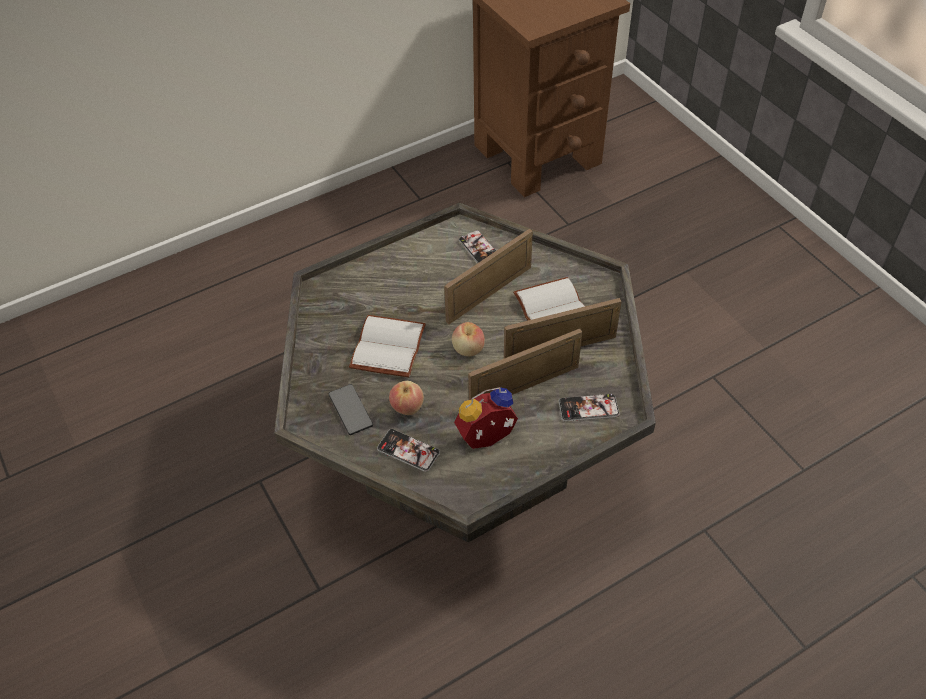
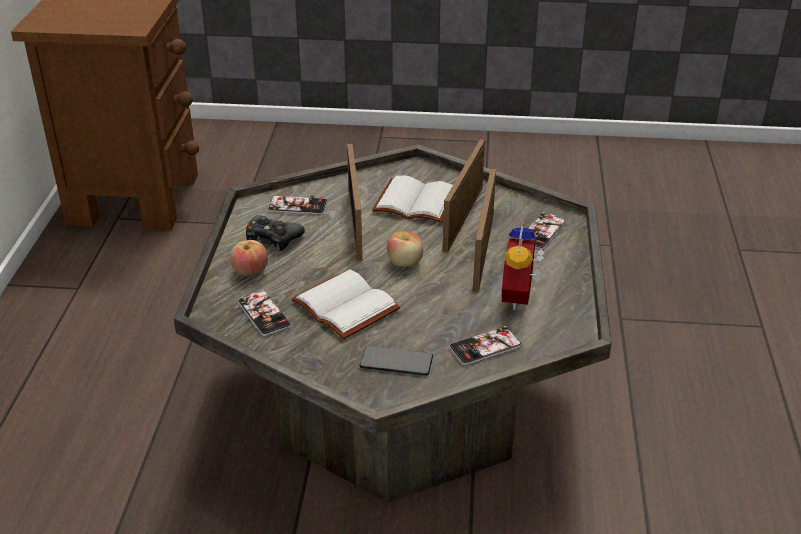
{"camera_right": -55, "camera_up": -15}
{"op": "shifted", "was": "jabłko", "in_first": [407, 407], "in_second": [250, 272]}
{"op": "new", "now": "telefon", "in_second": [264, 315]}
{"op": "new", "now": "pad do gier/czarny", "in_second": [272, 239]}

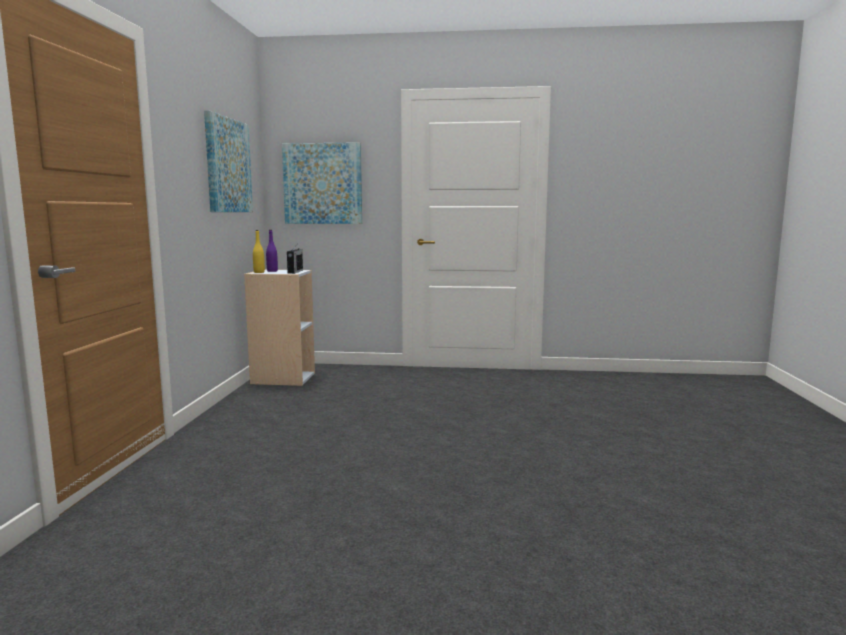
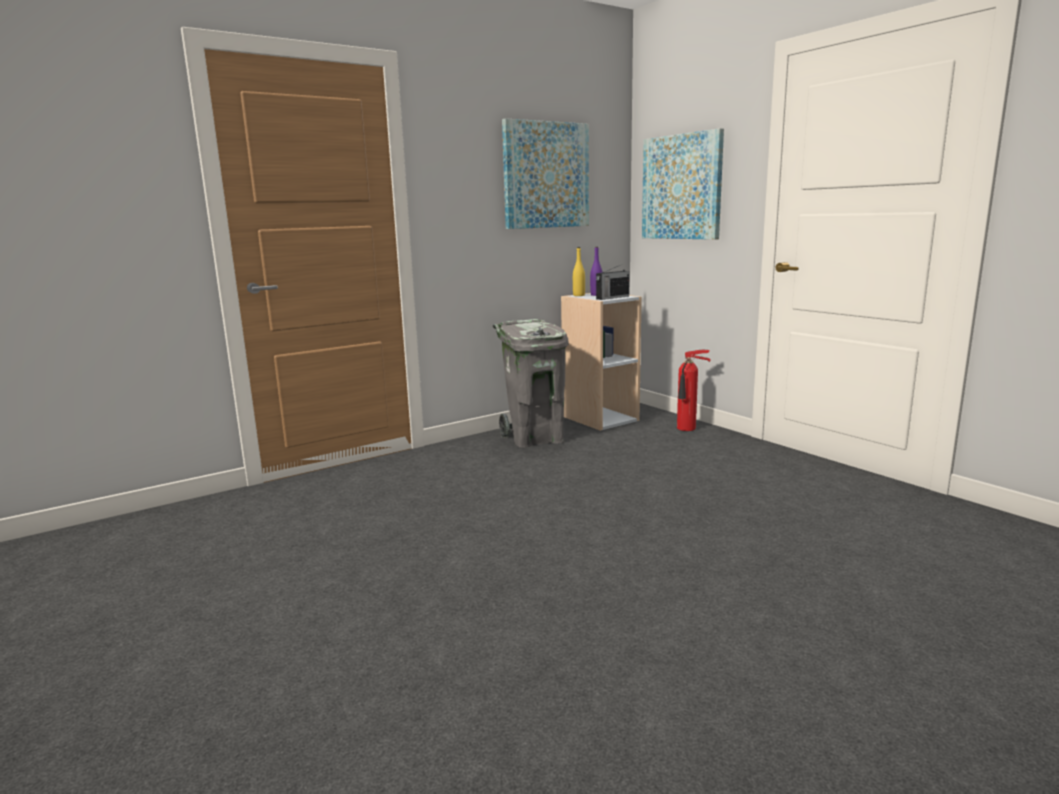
{"camera_right": 50, "camera_up": 5}
{"op": "new", "now": "kosz na śmieci/szary", "in_second": [535, 438]}
{"op": "new", "now": "gaśnica", "in_second": [687, 429]}

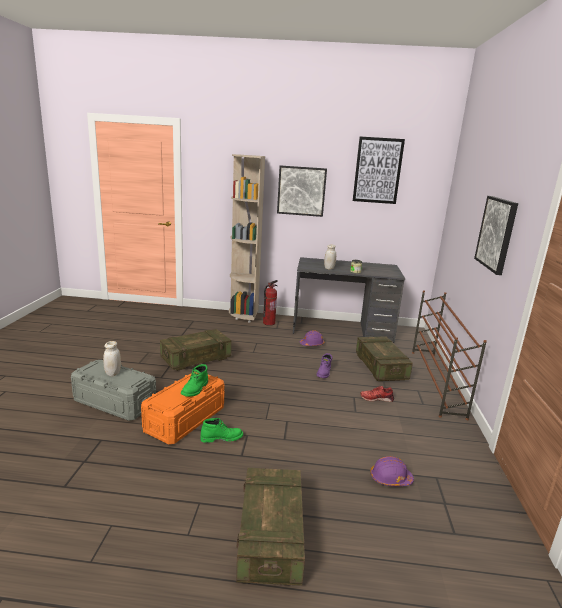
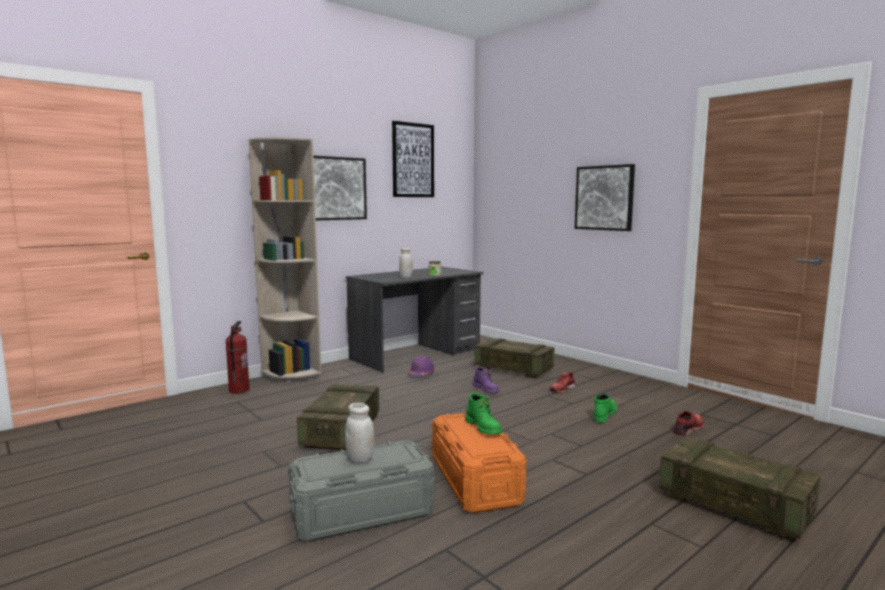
{"camera_right": -45, "camera_up": -10}
{"op": "shifted", "was": "but z cholewką/zielony", "in_first": [222, 438], "in_second": [604, 415]}
{"op": "shifted", "was": "gaśnica", "in_first": [269, 323], "in_second": [238, 390]}
{"op": "swapped", "was": "kask/fioletowy", "now": "but/czerwony", "in_first": [390, 479], "in_second": [688, 429]}
{"op": "gone", "was": "regał na buty/brązowy", "in_first": [436, 382]}

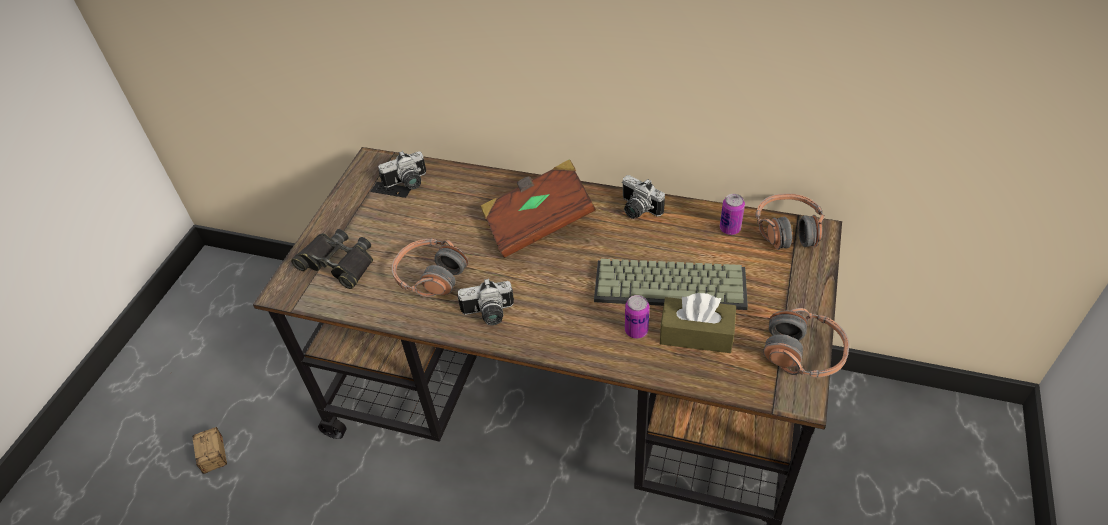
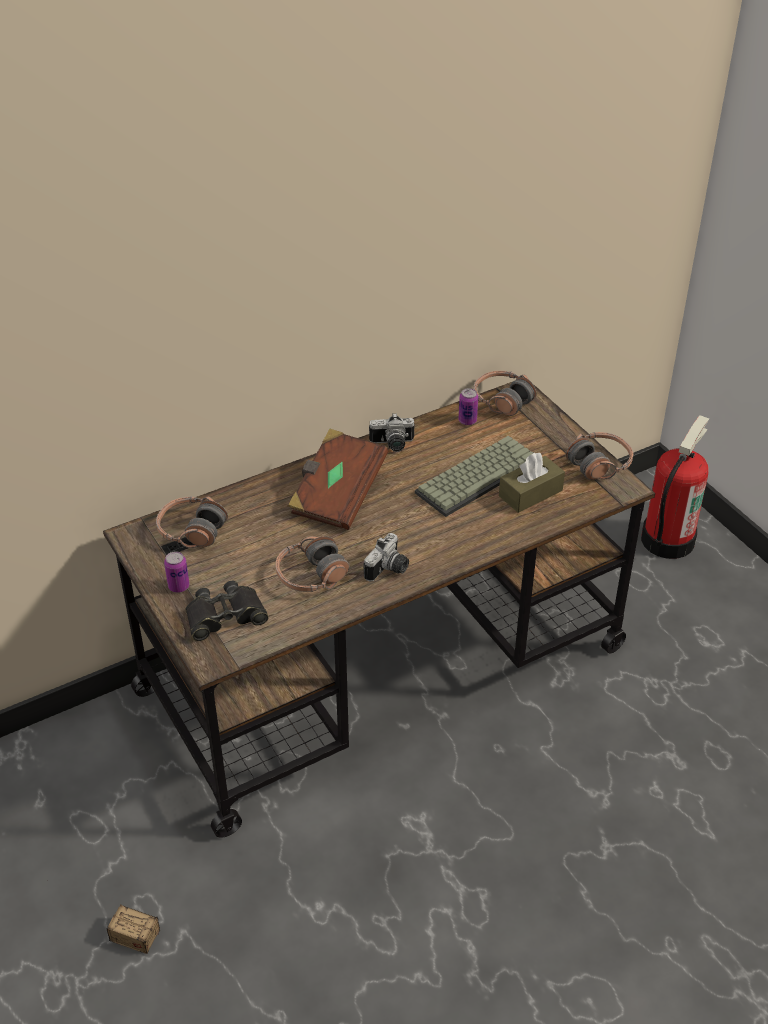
{"camera_right": -50, "camera_up": -5}
{"op": "swapped", "was": "aparat fotograficzny", "now": "słuchawki", "in_first": [407, 183], "in_second": [192, 531]}
{"op": "shifted", "was": "puszka", "in_first": [636, 330], "in_second": [179, 586]}
{"op": "new", "now": "gaśnica", "in_second": [667, 539]}

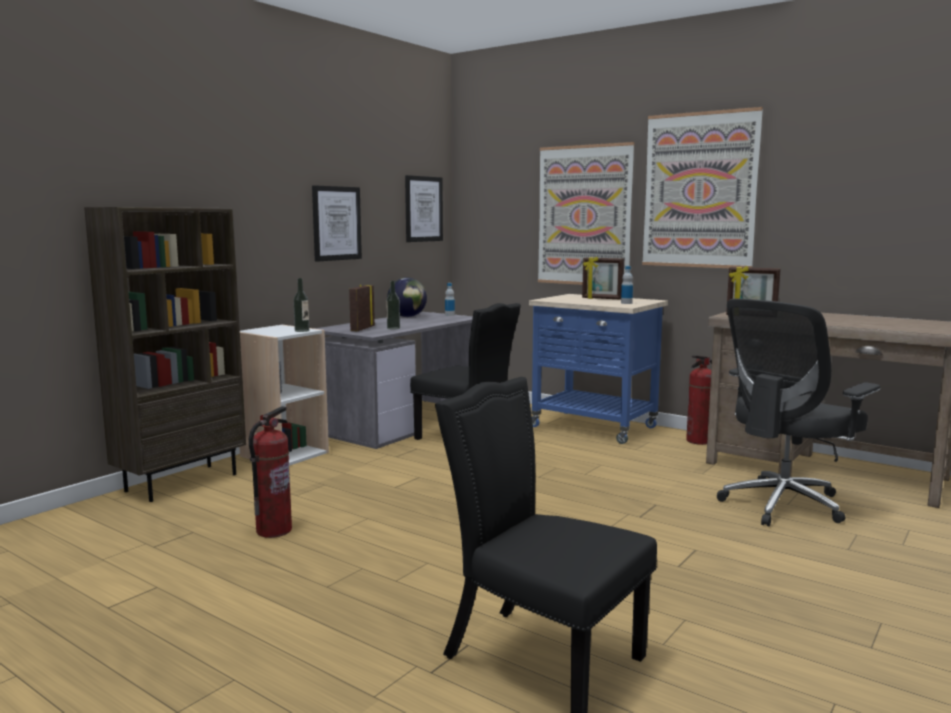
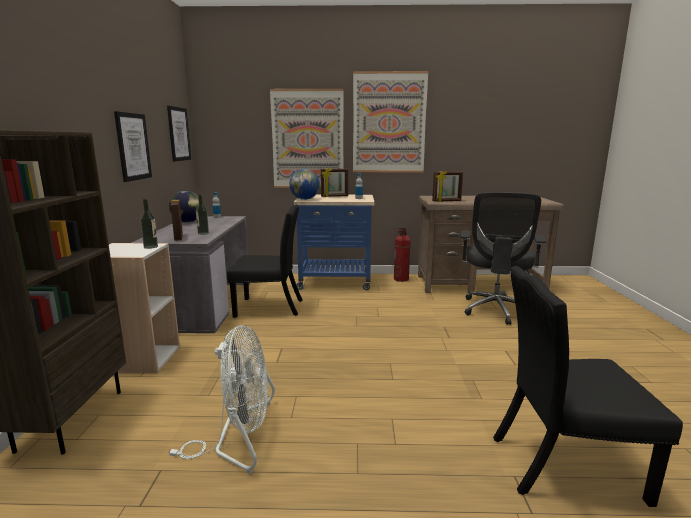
{"camera_right": -35, "camera_up": 5}
{"op": "swapped", "was": "gaśnica", "now": "wentylator/biały", "in_first": [274, 530], "in_second": [238, 437]}
{"op": "new", "now": "globus", "in_second": [305, 199]}

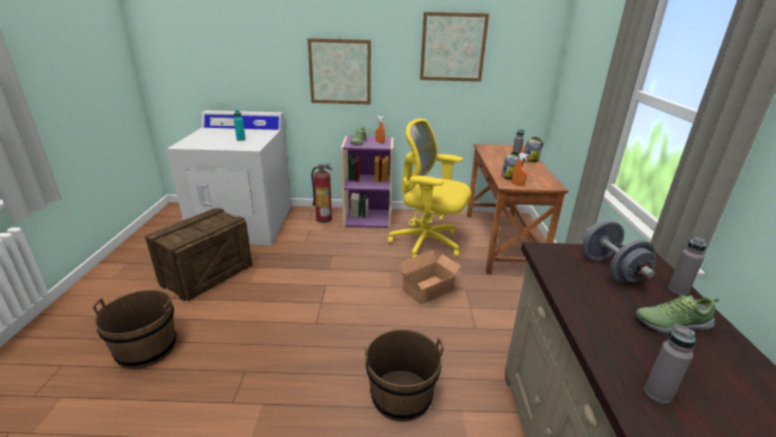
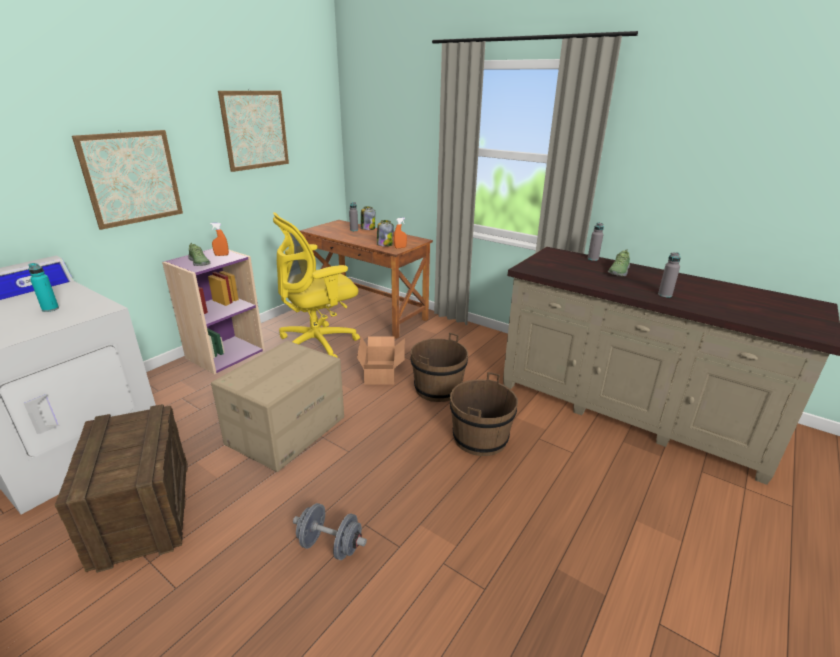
{"camera_right": -55, "camera_up": 0}
{"op": "shifted", "was": "wiadro/brązowy", "in_first": [147, 349], "in_second": [437, 388]}
{"op": "gone", "was": "gaśnica", "in_first": [324, 219]}
{"op": "shifted", "was": "hantel/szary", "in_first": [611, 270], "in_second": [330, 545]}
{"op": "new", "now": "karton", "in_second": [286, 430]}

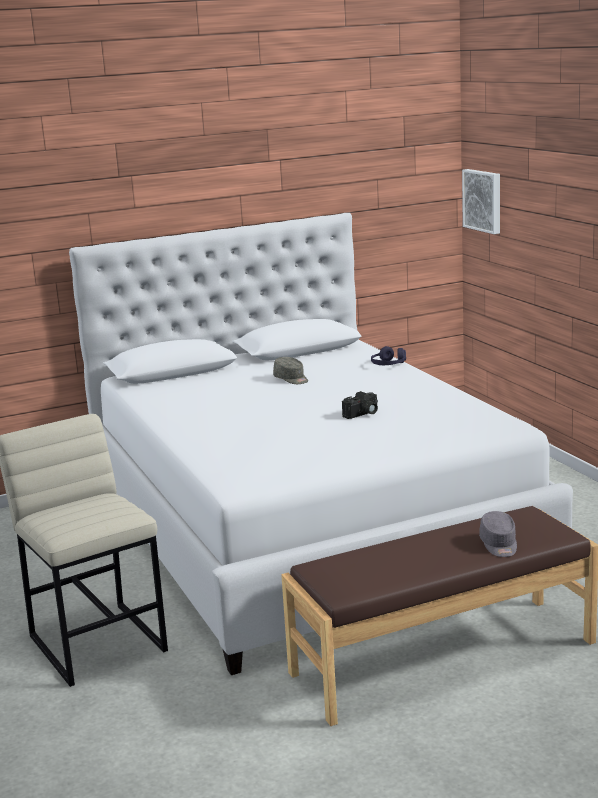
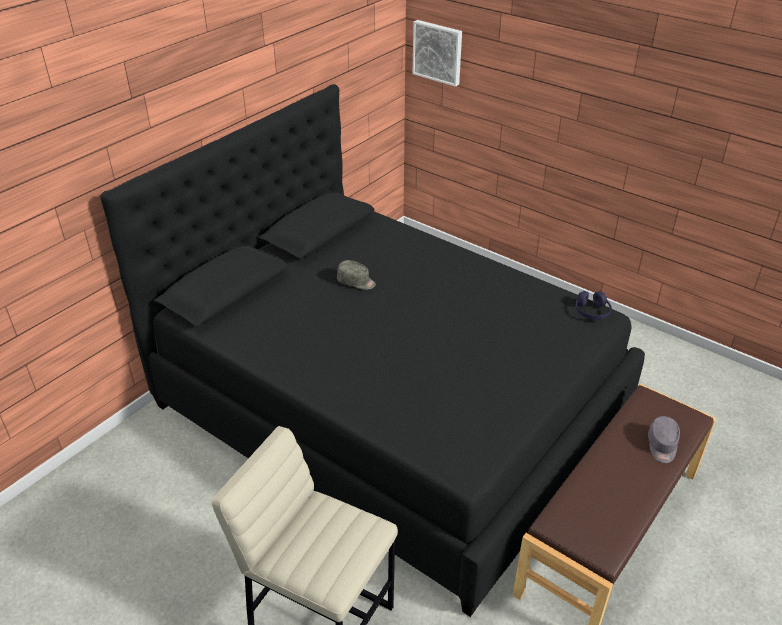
{"camera_right": -30, "camera_up": 20}
{"op": "repainted", "was": "łóżko/biały", "now": "łóżko/czarny", "in_first": [307, 529], "in_second": [390, 408]}
{"op": "gone", "was": "aparat fotograficzny", "in_first": [362, 414]}
{"op": "shifted", "was": "słuchawki/fioletowy", "in_first": [388, 364], "in_second": [592, 311]}
{"op": "rotated", "was": "czapka z daszkiem/szary", "in_first": [499, 545], "in_second": [662, 445], "clockwise": 45}

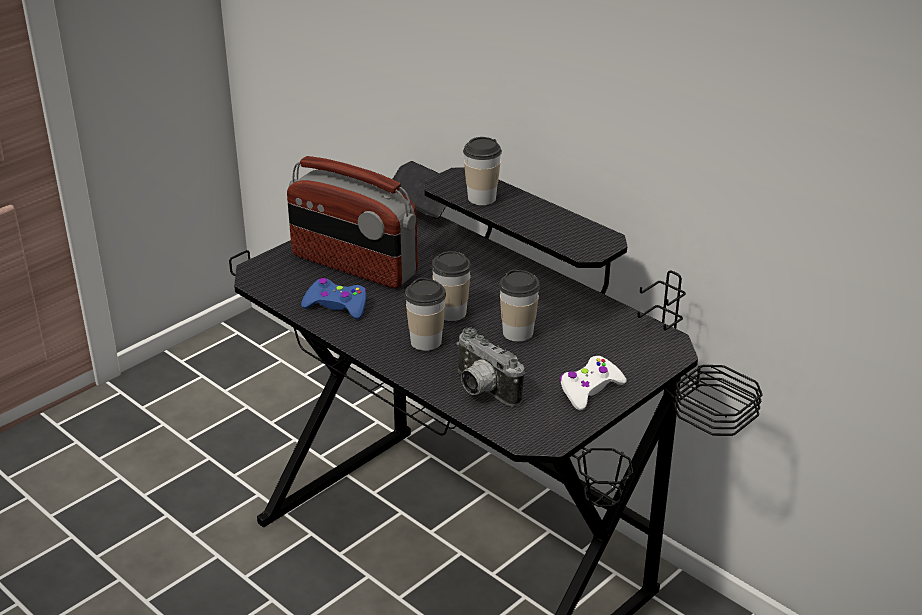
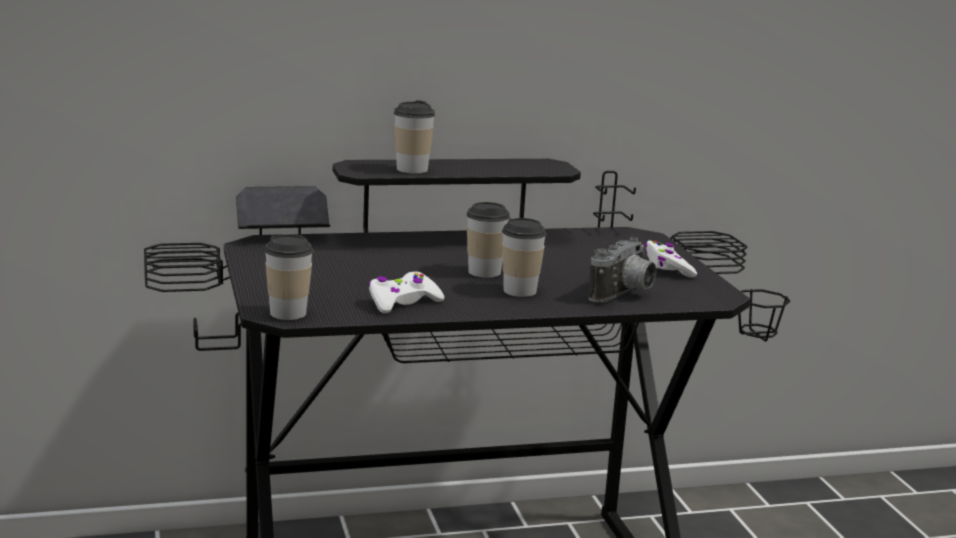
{"camera_right": -60, "camera_up": -15}
{"op": "gone", "was": "radio", "in_first": [353, 266]}
{"op": "repainted", "was": "pad do gier/niebieski", "now": "pad do gier/biały", "in_first": [336, 306], "in_second": [402, 302]}
{"op": "rotated", "was": "aparat fotograficzny", "in_first": [481, 390], "in_second": [624, 294], "clockwise": -45}
{"op": "shifted", "was": "filiżanka", "in_first": [518, 333], "in_second": [288, 313]}

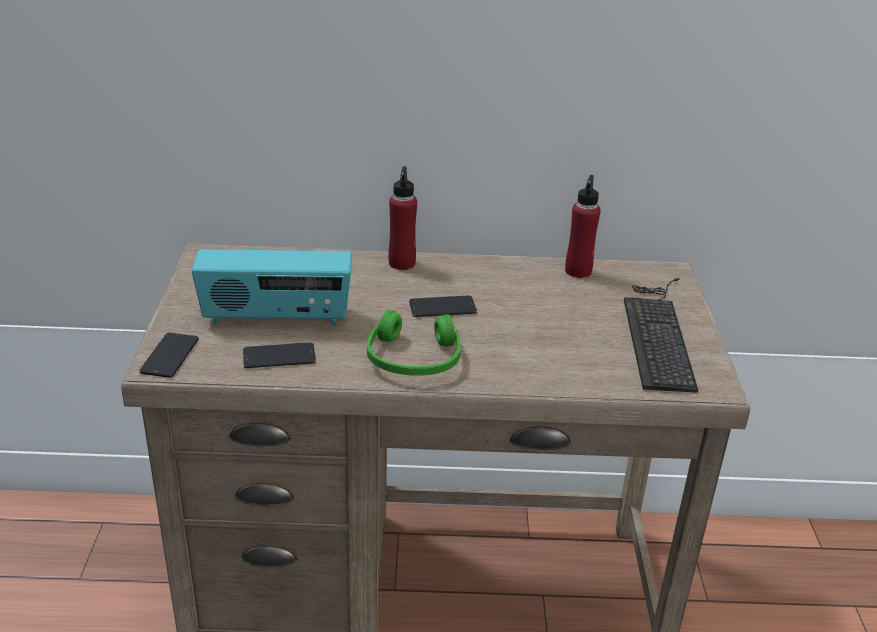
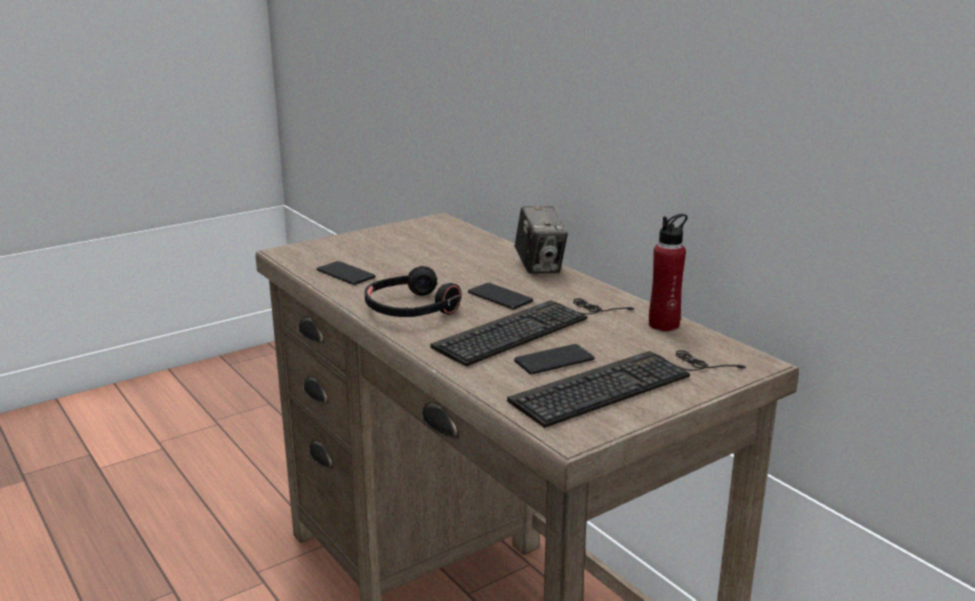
{"camera_right": 55, "camera_up": -10}
{"op": "shifted", "was": "telefon", "in_first": [170, 356], "in_second": [554, 360]}
{"op": "gone", "was": "radio", "in_first": [276, 318]}
{"op": "repainted", "was": "słuchawki/zielony", "now": "słuchawki/czarny", "in_first": [414, 358], "in_second": [410, 309]}
{"op": "swapped", "was": "butelka/czerwony", "now": "aparat fotograficzny", "in_first": [402, 263], "in_second": [539, 267]}
{"op": "new", "now": "klawiatura", "in_second": [529, 328]}

